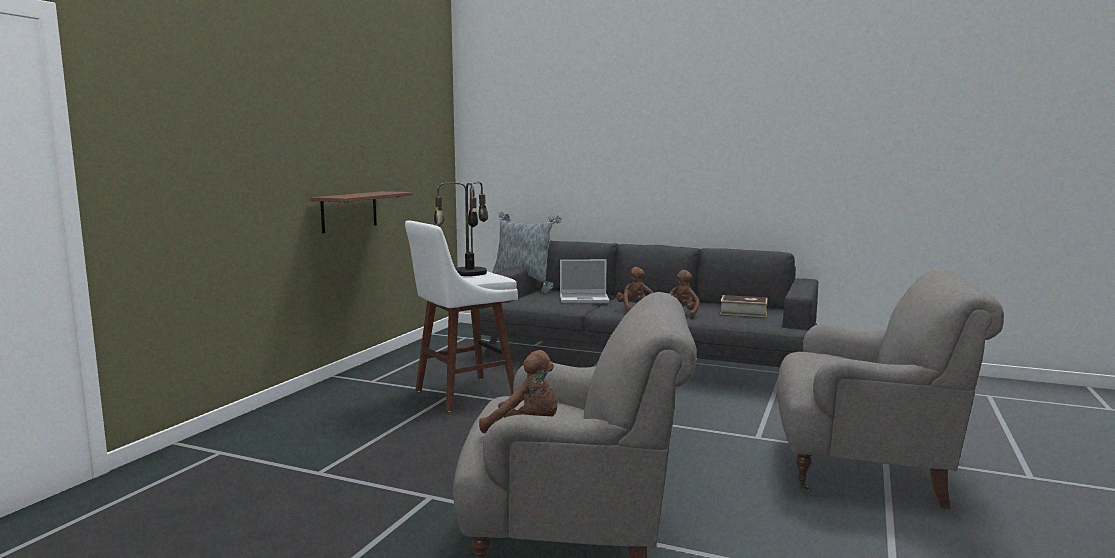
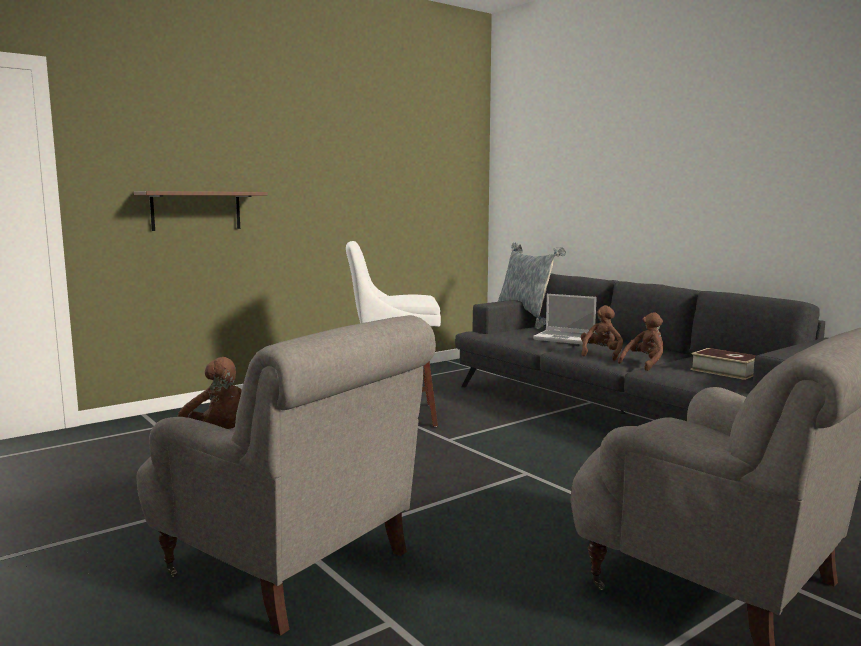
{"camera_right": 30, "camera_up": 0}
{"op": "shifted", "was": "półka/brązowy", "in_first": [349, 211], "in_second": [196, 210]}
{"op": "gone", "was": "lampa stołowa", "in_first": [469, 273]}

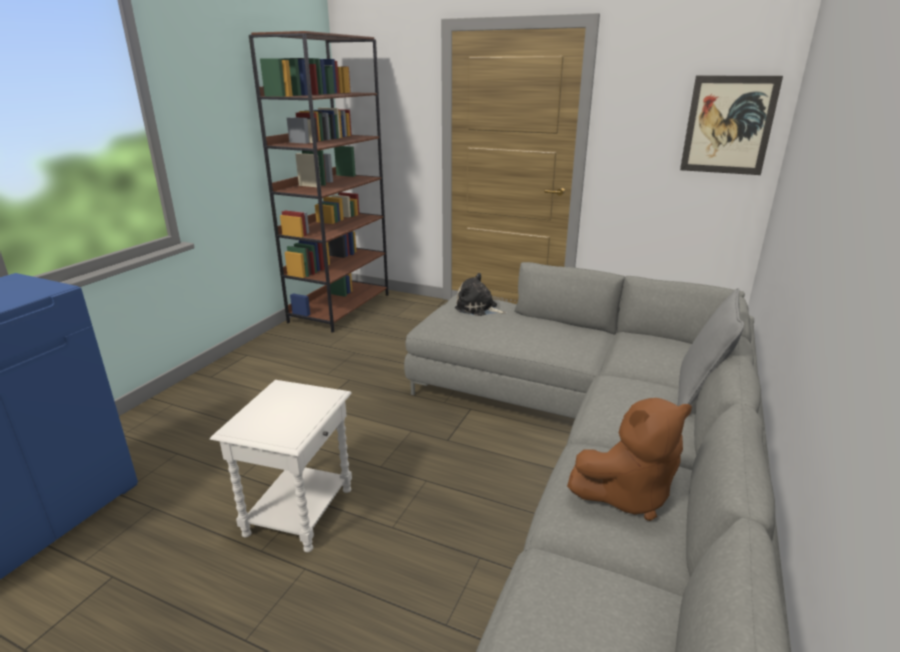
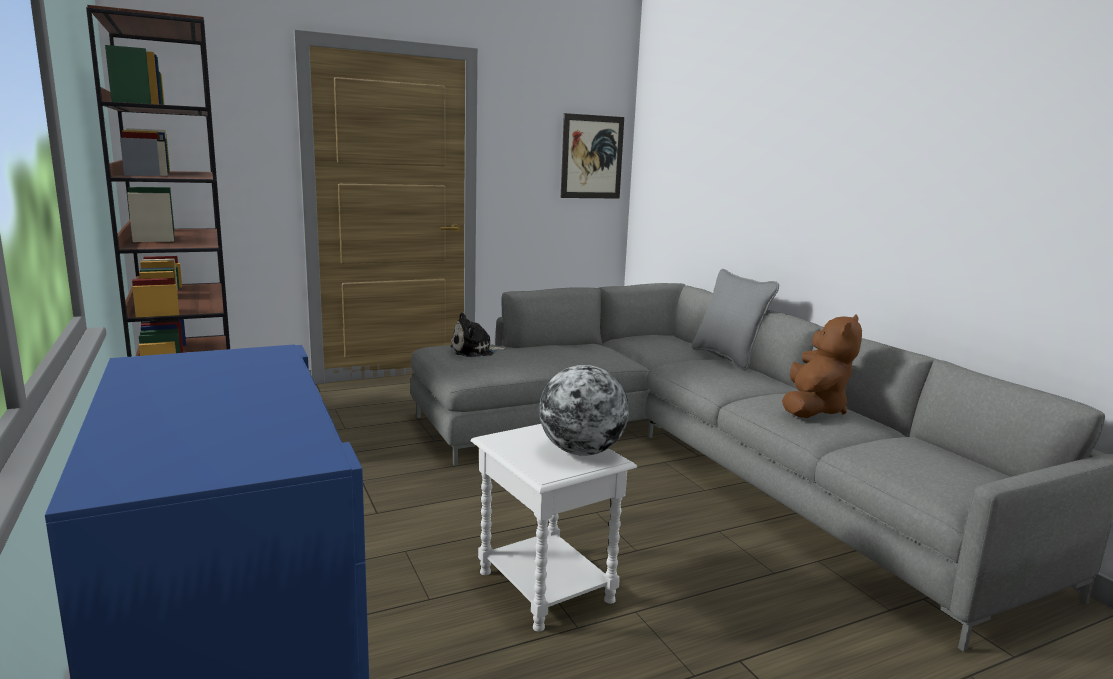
{"camera_right": -50, "camera_up": -10}
{"op": "new", "now": "globus", "in_second": [582, 451]}

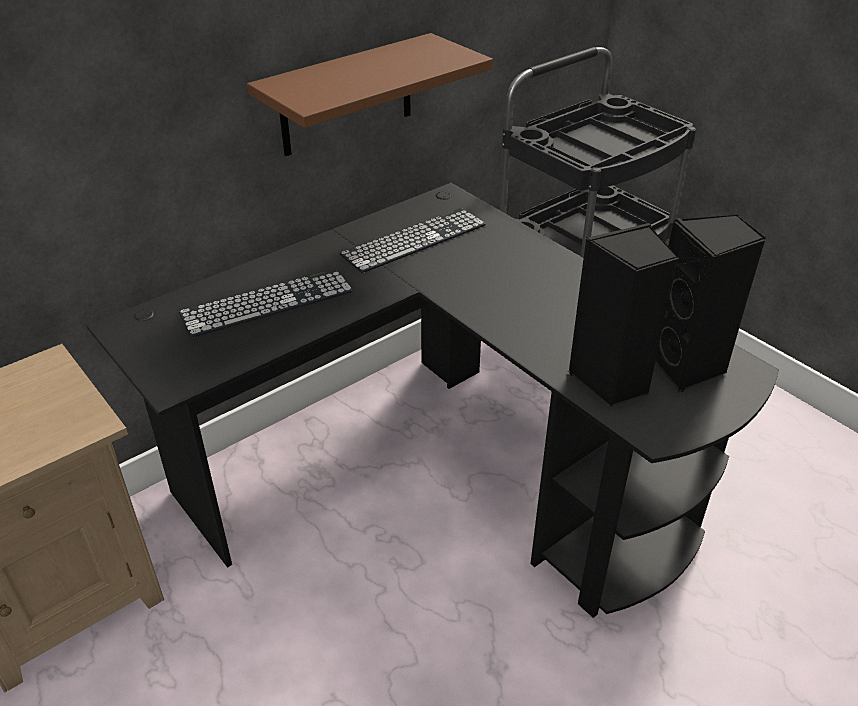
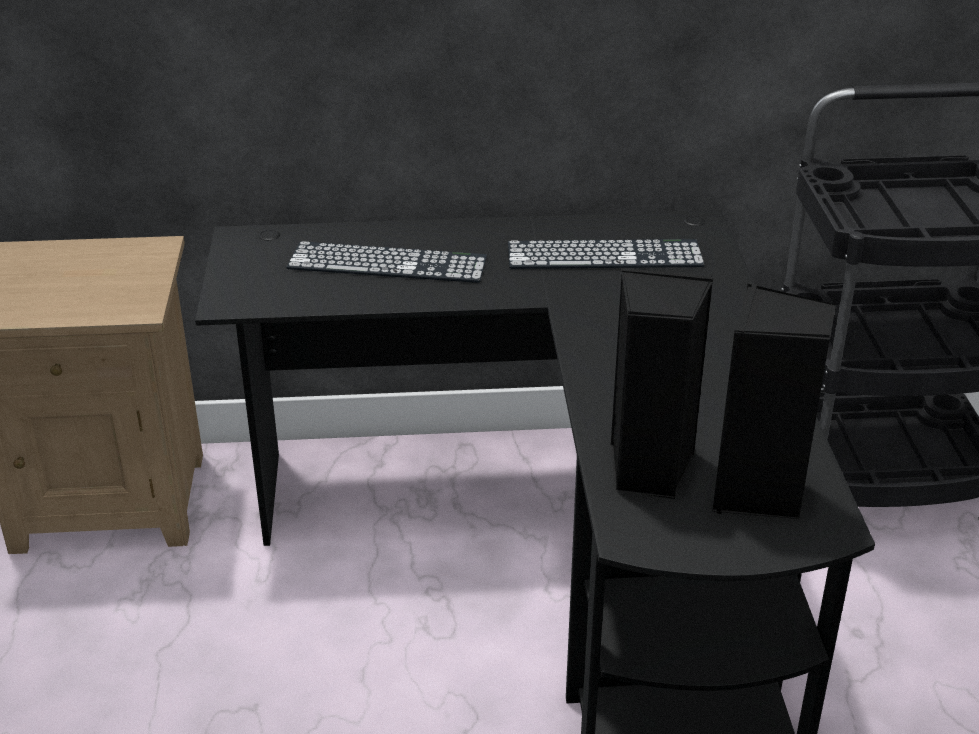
{"camera_right": 35, "camera_up": -5}
{"op": "gone", "was": "półka/brązowy", "in_first": [347, 96]}

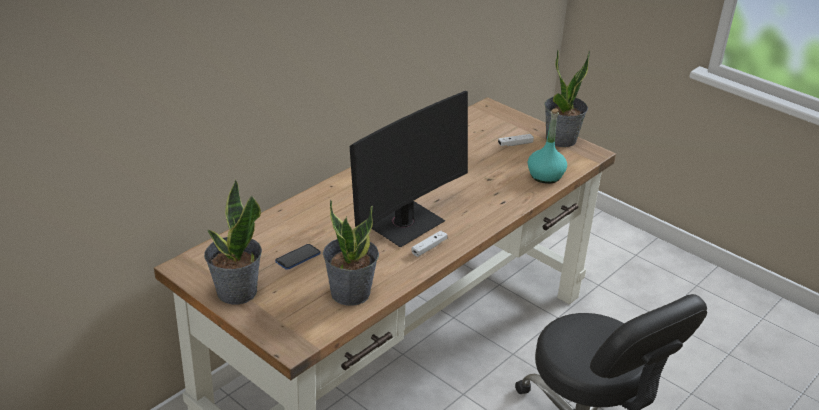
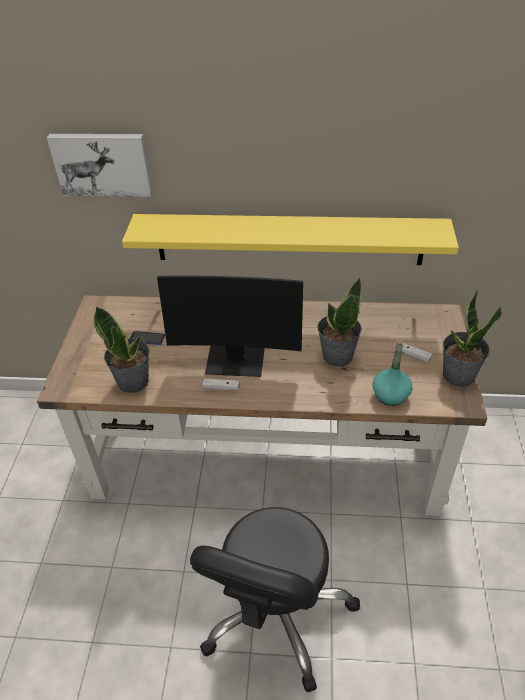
{"camera_right": 55, "camera_up": 10}
{"op": "shifted", "was": "roślina doniczkowa", "in_first": [236, 292], "in_second": [337, 356]}
{"op": "new", "now": "obraz", "in_second": [102, 163]}
{"op": "new", "now": "półka/żółty", "in_second": [289, 239]}

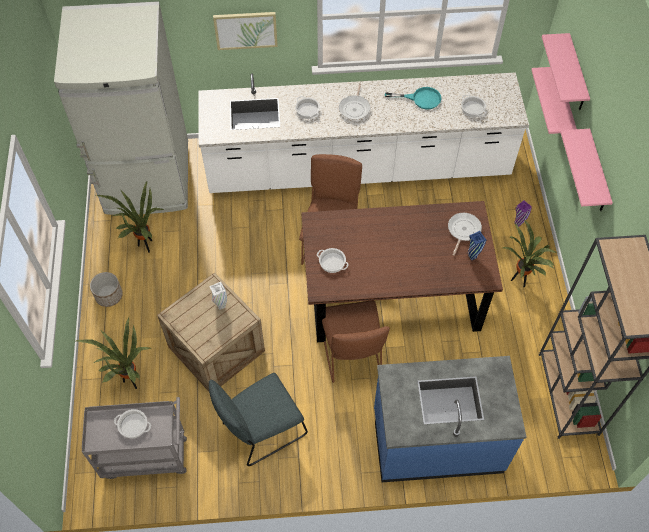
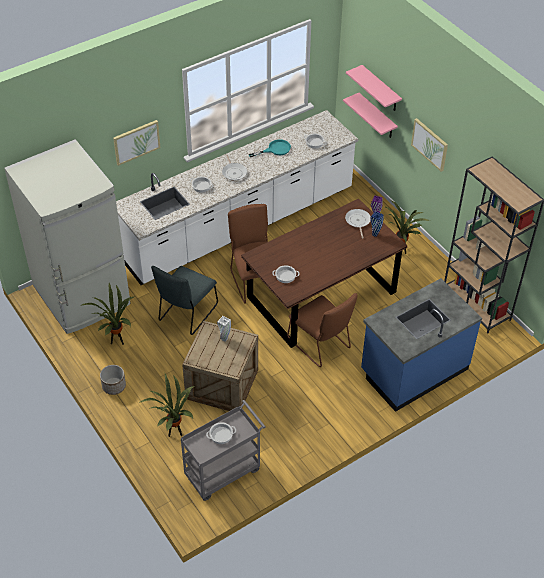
{"camera_right": -30, "camera_up": -10}
{"op": "shifted", "was": "krzesło/szary", "in_first": [261, 431], "in_second": [186, 314]}
{"op": "swapped", "was": "półka/różowy", "now": "obraz", "in_first": [597, 173], "in_second": [430, 144]}

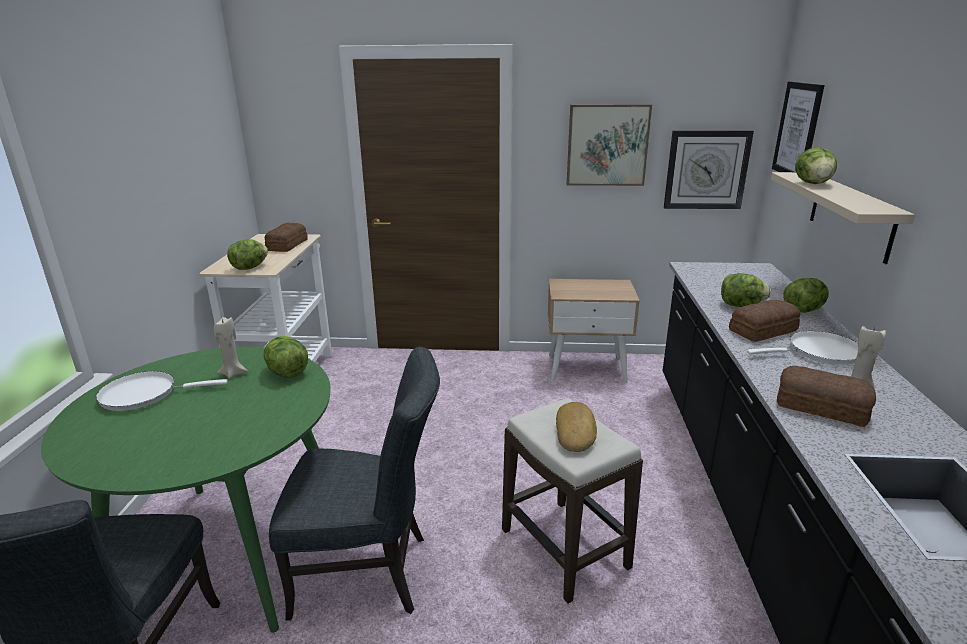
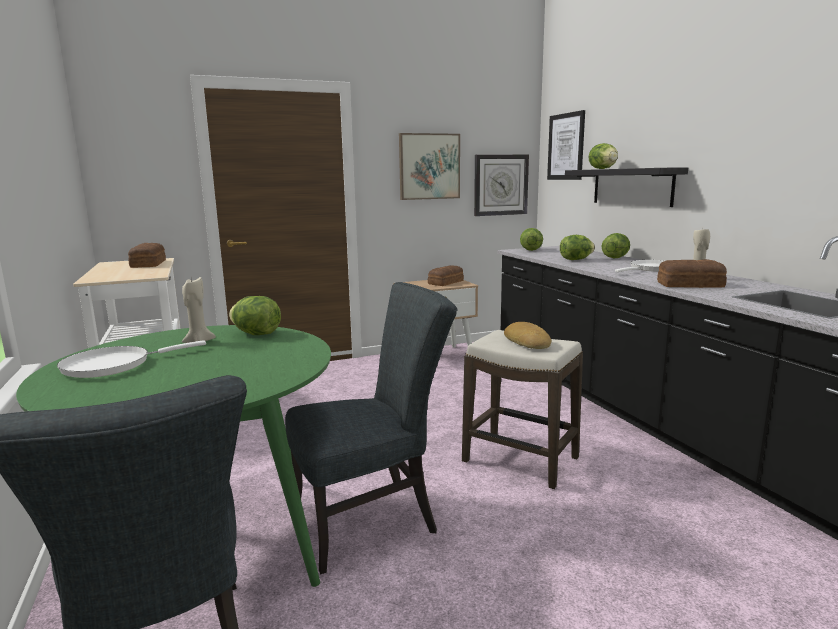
{"camera_right": -25, "camera_up": -10}
{"op": "shifted", "was": "sałata", "in_first": [250, 267], "in_second": [531, 250]}
{"op": "shifted", "was": "chleb", "in_first": [764, 330], "in_second": [446, 282]}
{"op": "repainted", "was": "półka/beżowy", "now": "półka/czarny", "in_first": [850, 215], "in_second": [632, 186]}

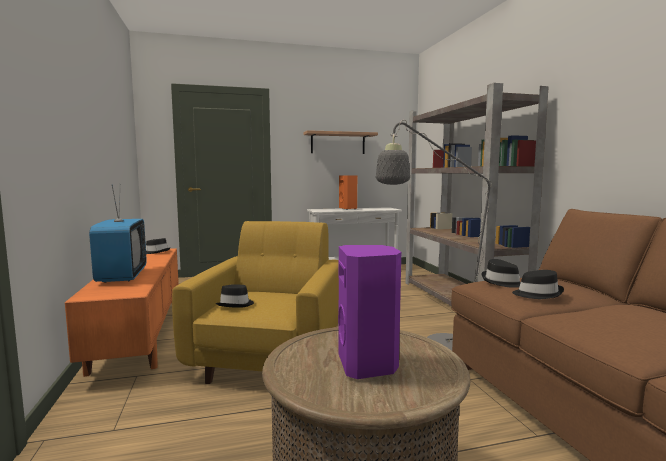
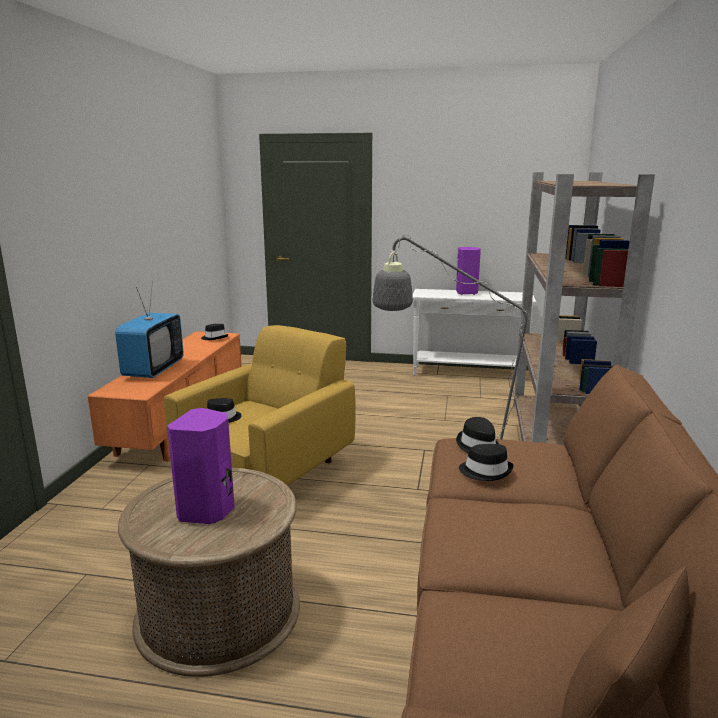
{"camera_right": 25, "camera_up": 10}
{"op": "gone", "was": "półka", "in_first": [338, 143]}
{"op": "repainted", "was": "głośnik/pomarańczowy", "now": "głośnik/fioletowy", "in_first": [348, 209], "in_second": [467, 293]}

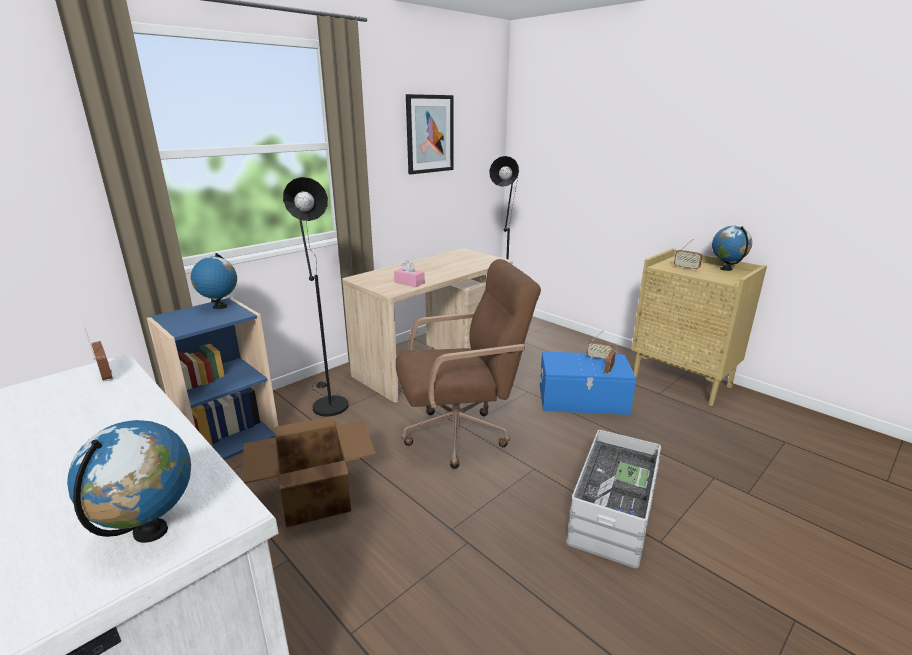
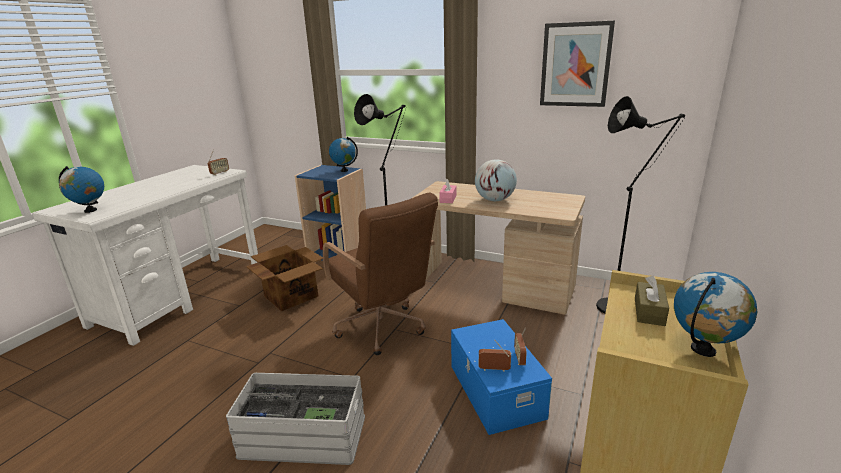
{"camera_right": 70, "camera_up": 0}
{"op": "swapped", "was": "radio", "now": "pudełko chusteczek/brązowy", "in_first": [686, 268], "in_second": [649, 311]}
{"op": "new", "now": "globus", "in_second": [494, 200]}

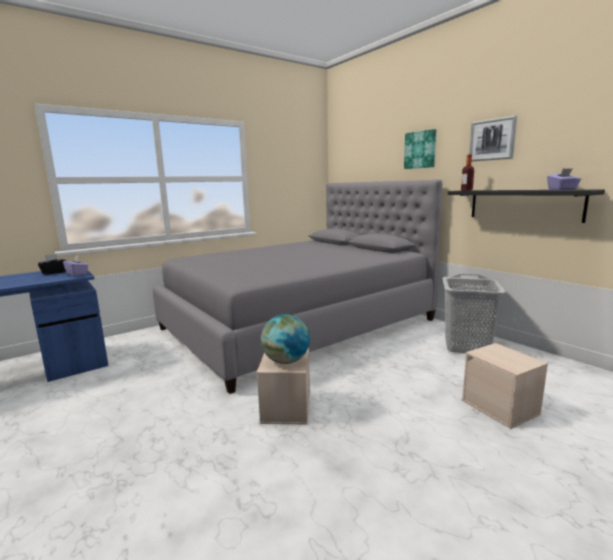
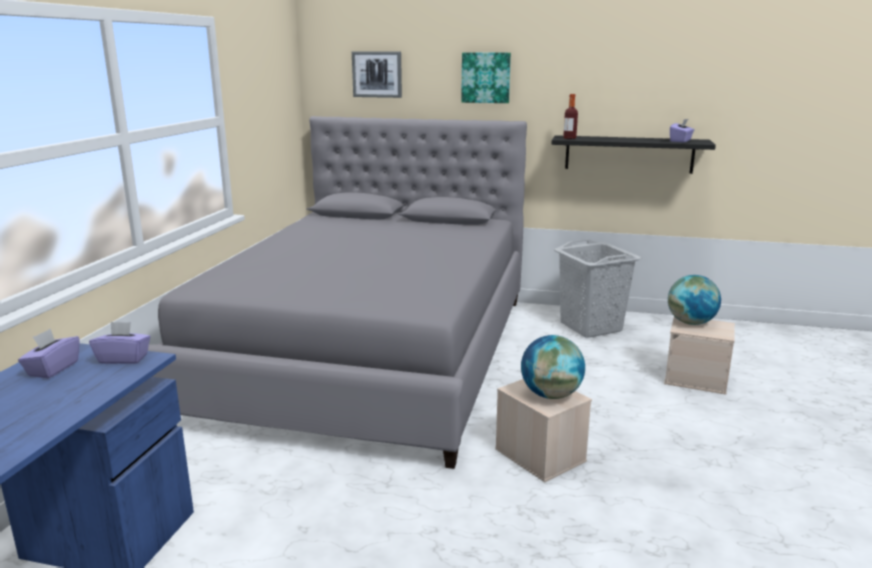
{"camera_right": -40, "camera_up": 5}
{"op": "repainted", "was": "pudełko chusteczek/czarny", "now": "pudełko chusteczek/fioletowy", "in_first": [54, 272], "in_second": [53, 369]}
{"op": "shifted", "was": "obraz", "in_first": [492, 139], "in_second": [377, 74]}
{"op": "new", "now": "globus", "in_second": [691, 323]}

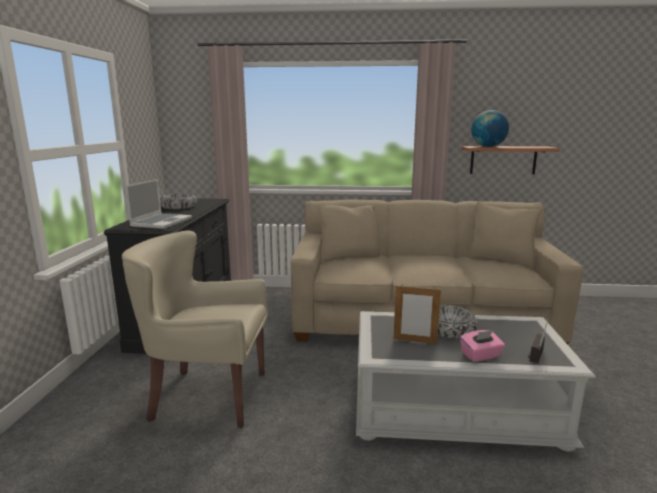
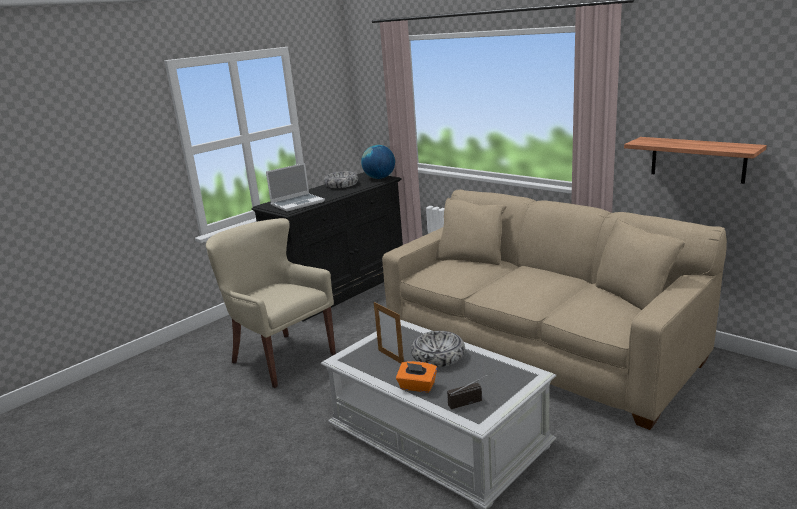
{"camera_right": 40, "camera_up": 5}
{"op": "repainted", "was": "pudełko chusteczek/różowy", "now": "pudełko chusteczek/pomarańczowy", "in_first": [480, 356], "in_second": [417, 386]}
{"op": "shifted", "was": "globus", "in_first": [488, 146], "in_second": [379, 178]}

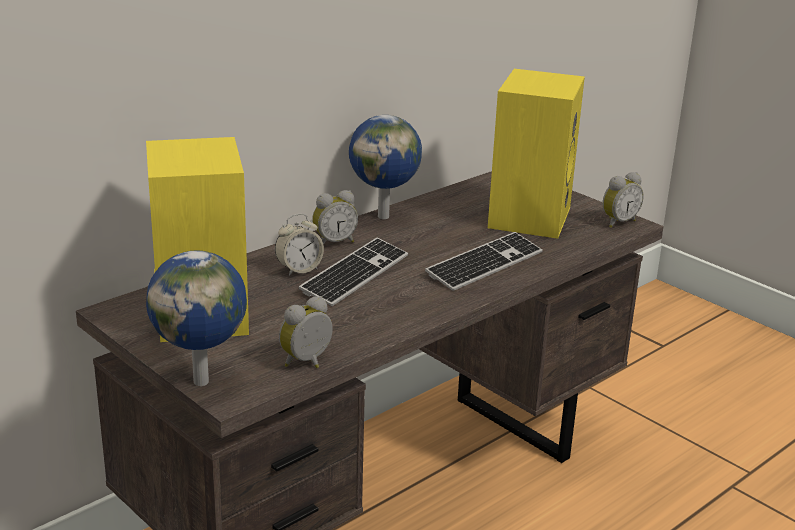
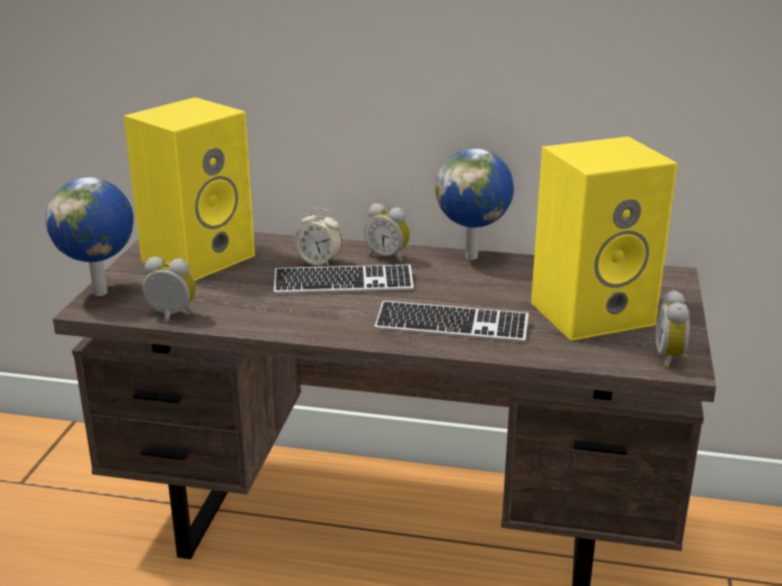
{"camera_right": 55, "camera_up": 0}
{"op": "rotated", "was": "budzik", "in_first": [618, 222], "in_second": [671, 358], "clockwise": 75}

